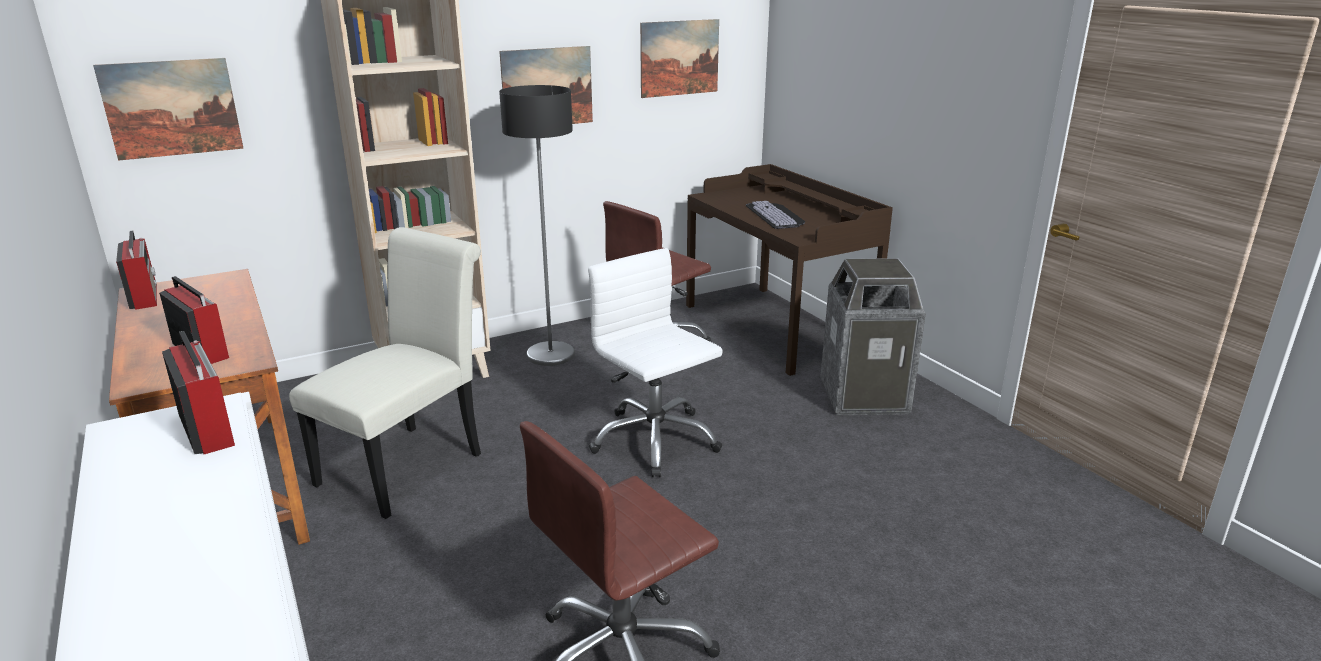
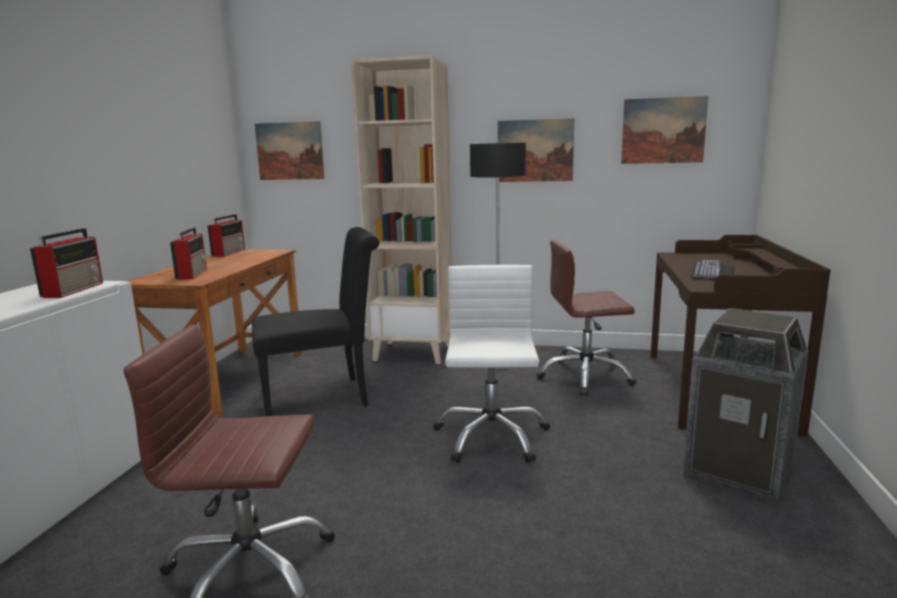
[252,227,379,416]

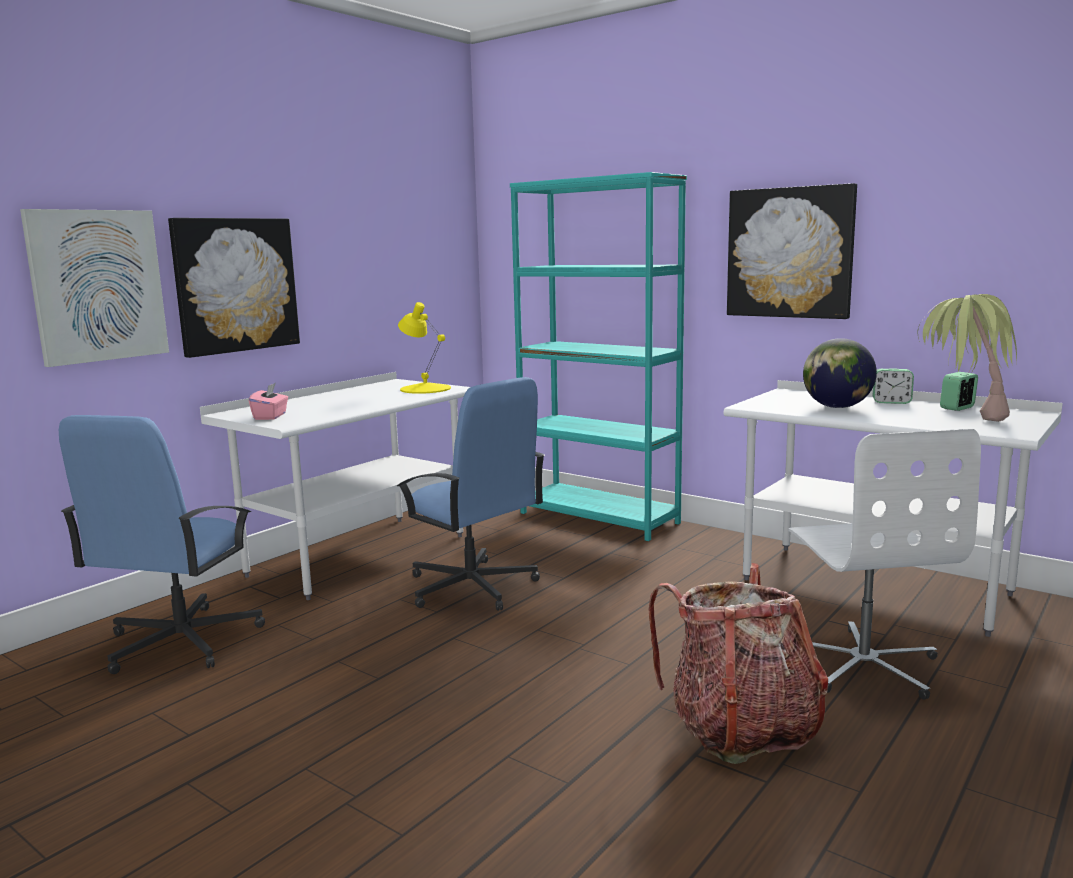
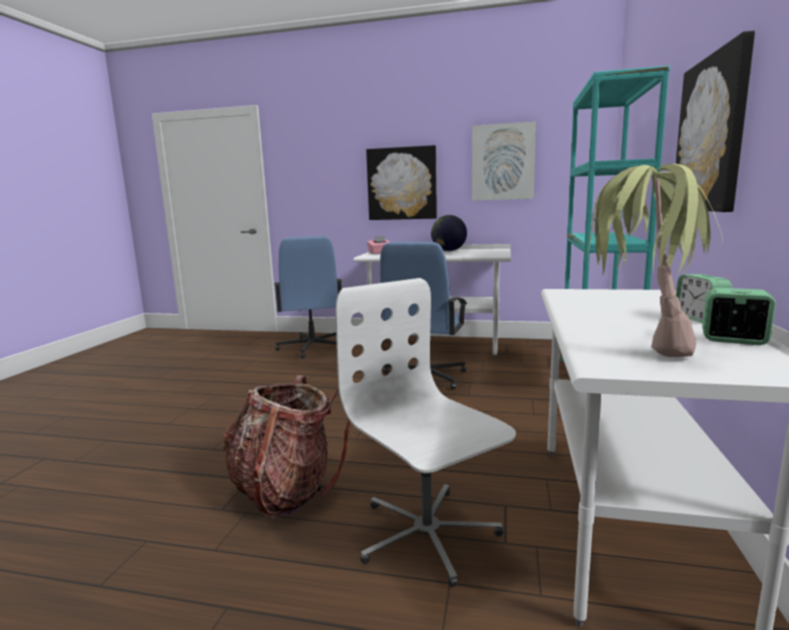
[472,121,536,201]
[274,236,342,358]
[398,302,451,394] (first image)
[335,278,516,587]
[431,215,467,251]

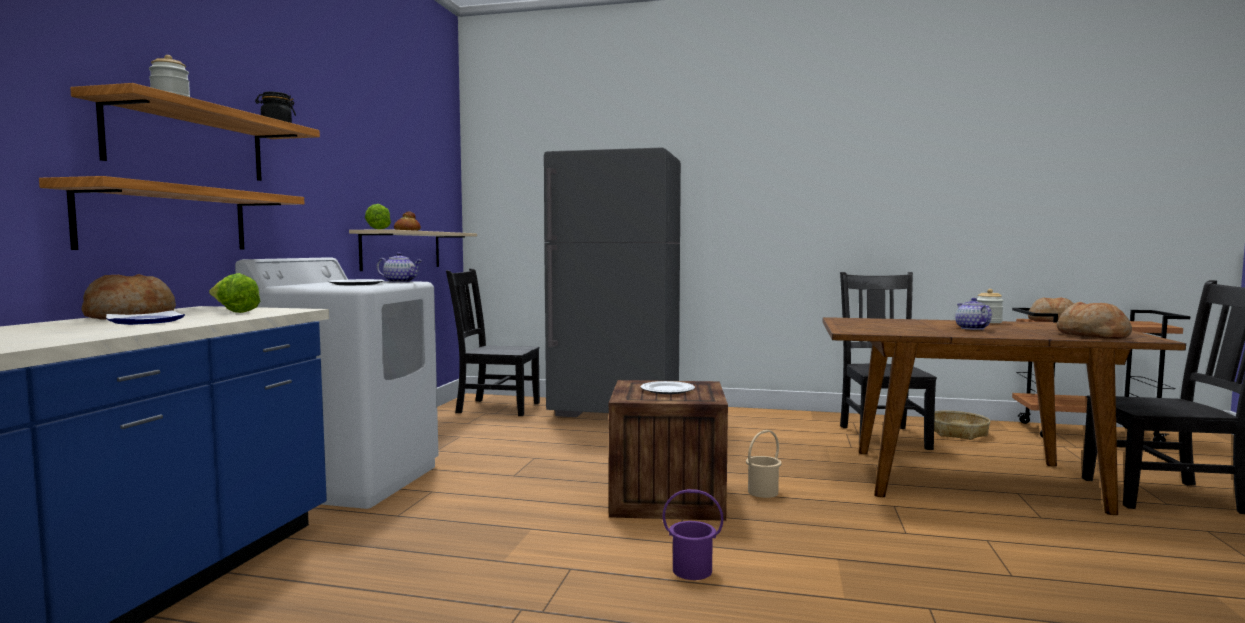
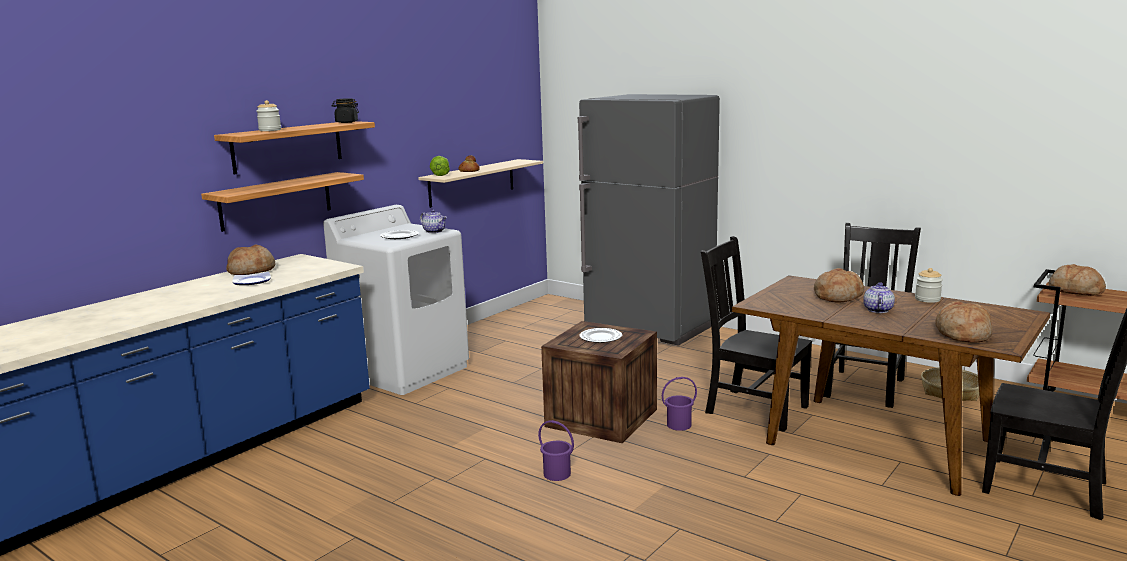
[209,273,260,313] (first image)
[701,236,812,432]
[662,377,697,431]
[814,268,864,302]

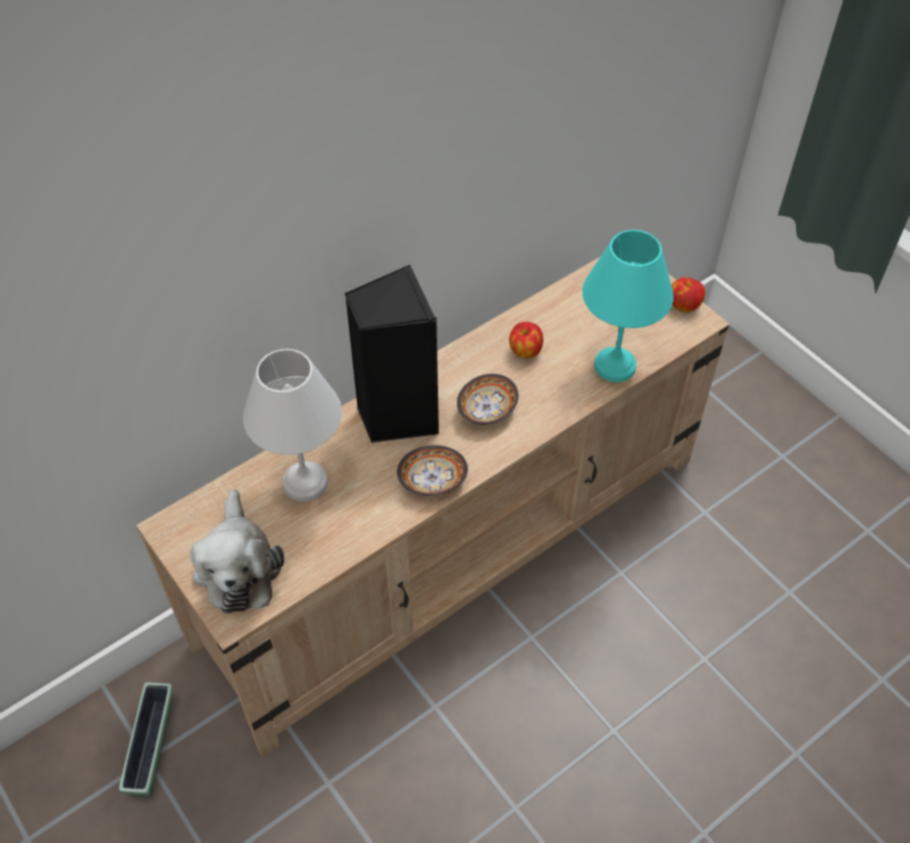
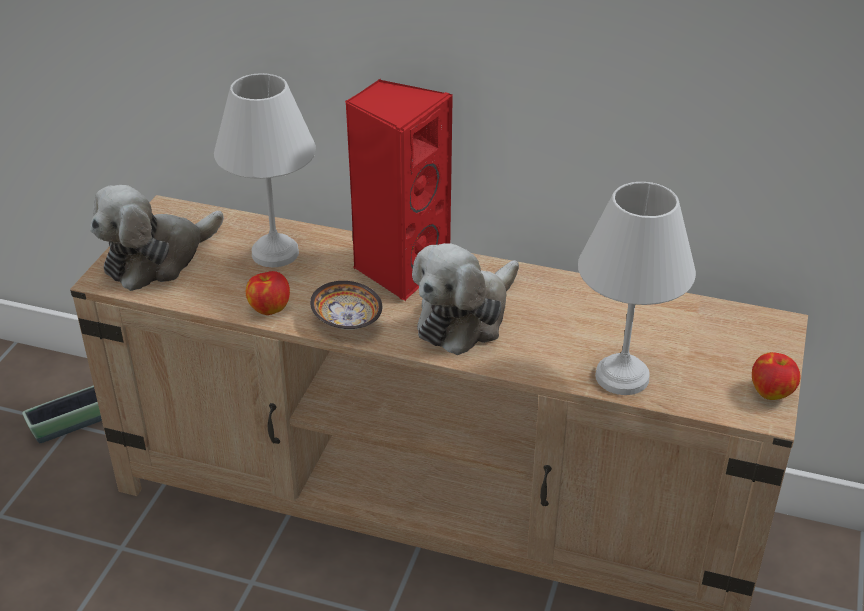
[345,79,453,301]
[412,243,519,355]
[246,271,290,315]
[578,182,696,395]

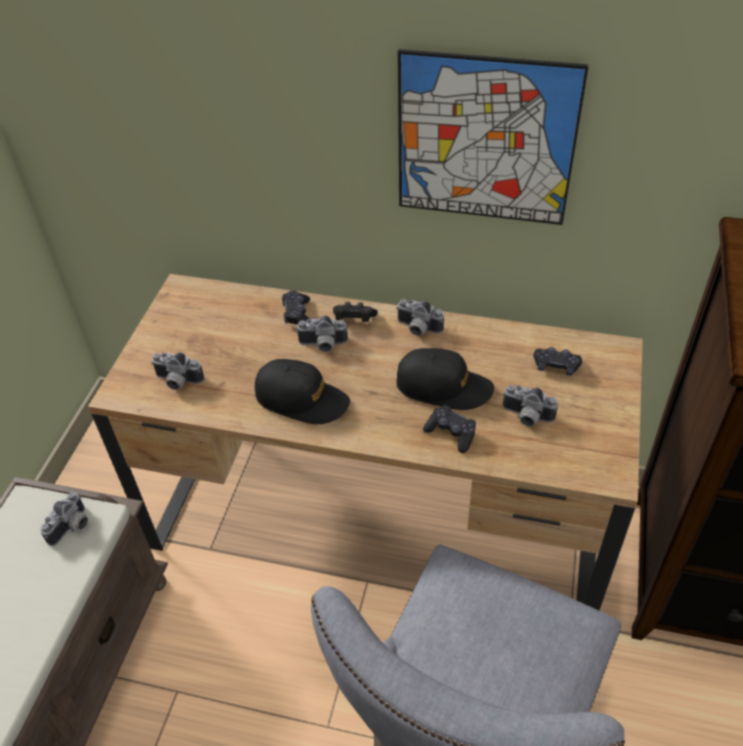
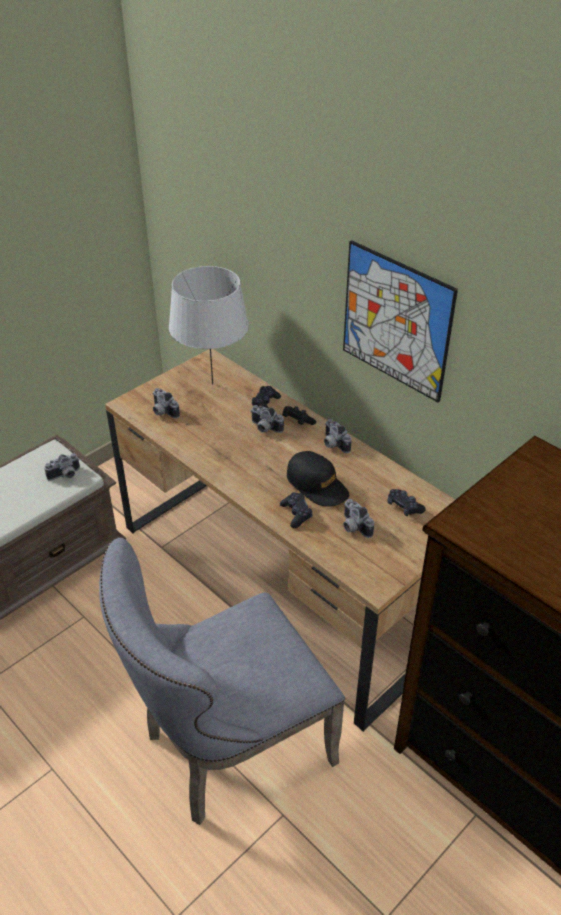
[255,359,350,424] (first image)
[169,266,249,385]

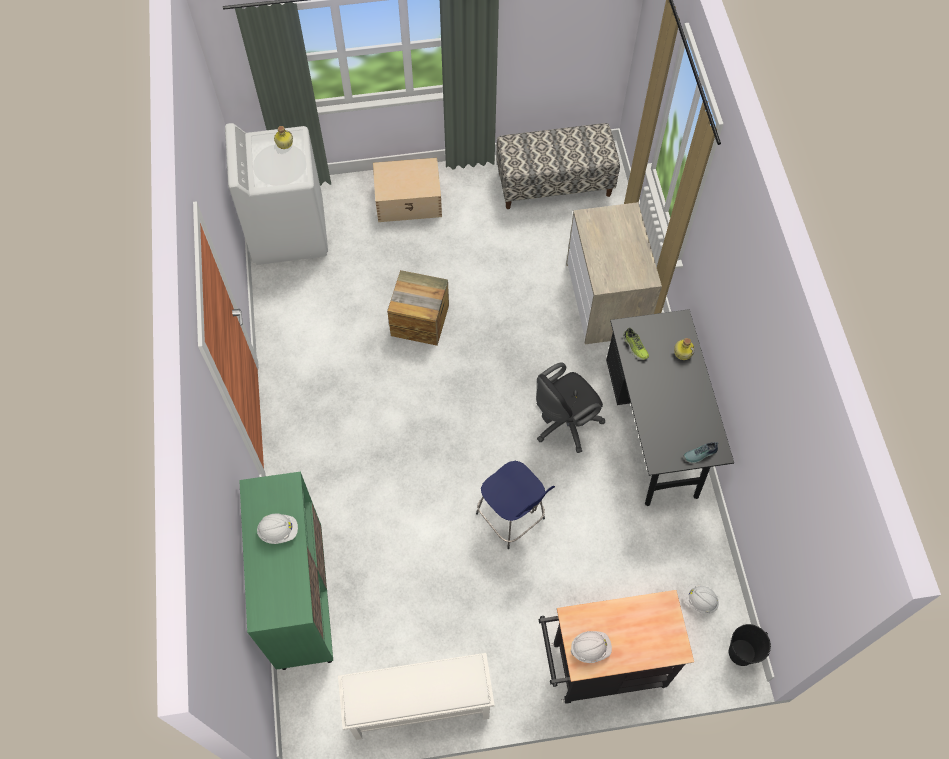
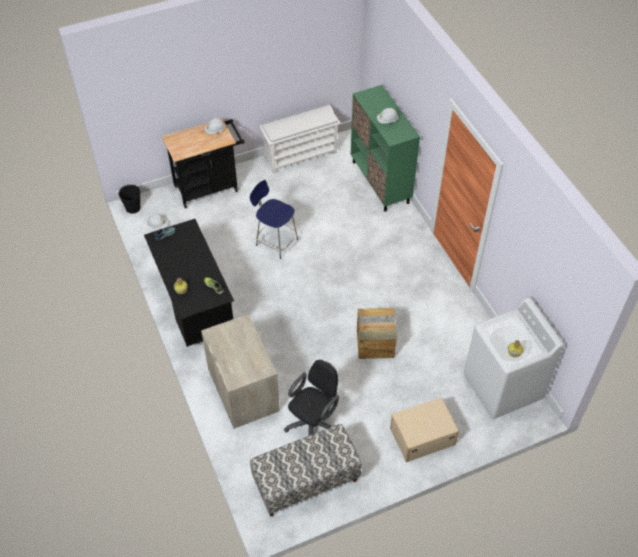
[284,359,339,436]

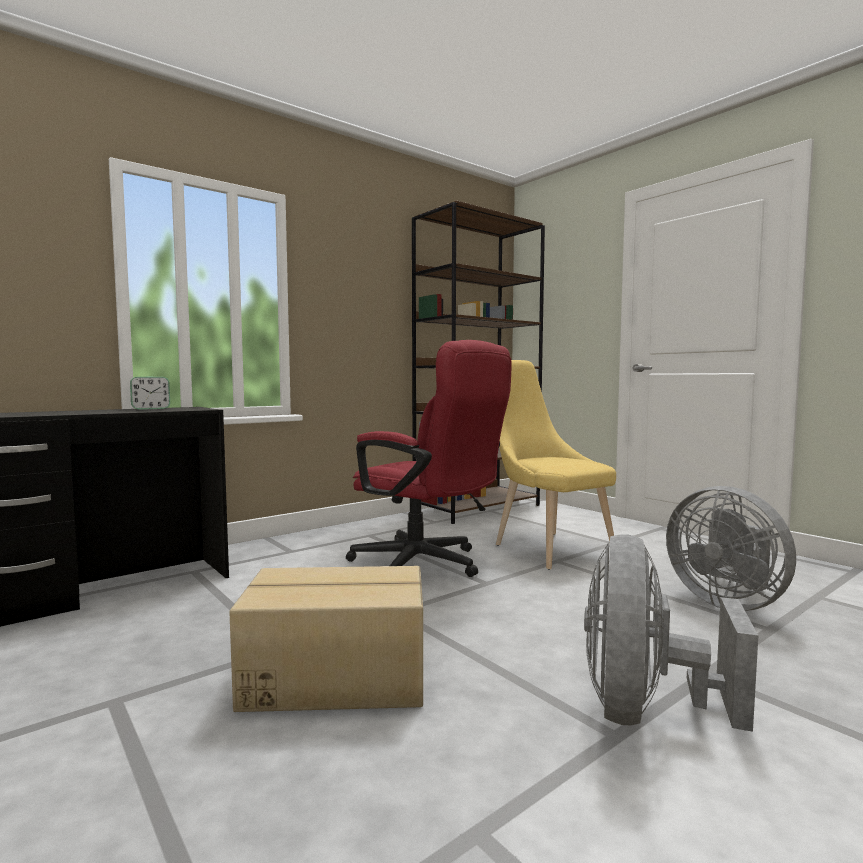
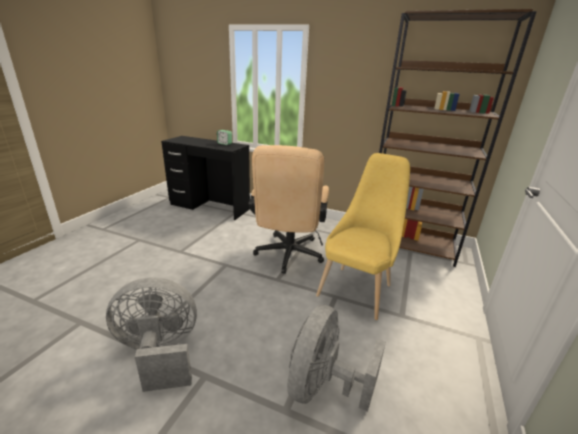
[229,566,423,712] (first image)
[248,145,329,274]

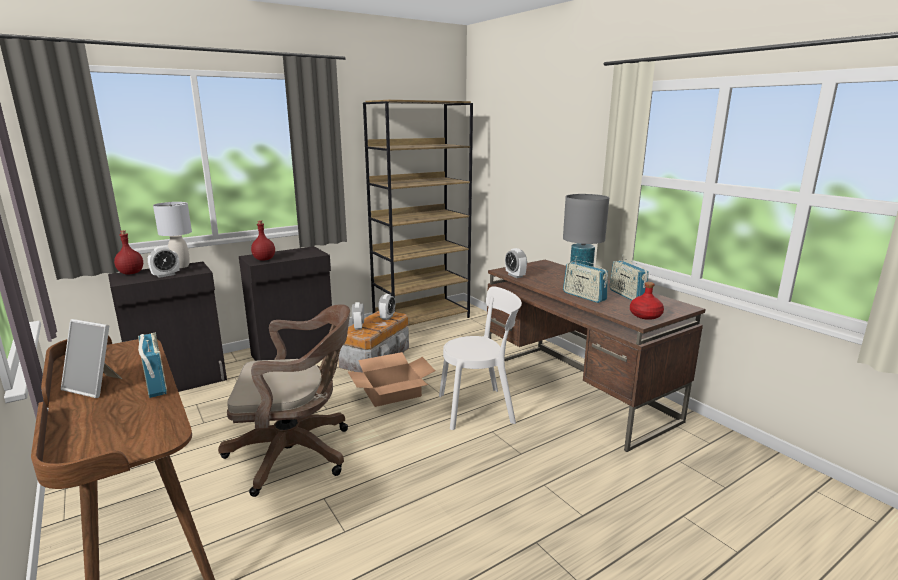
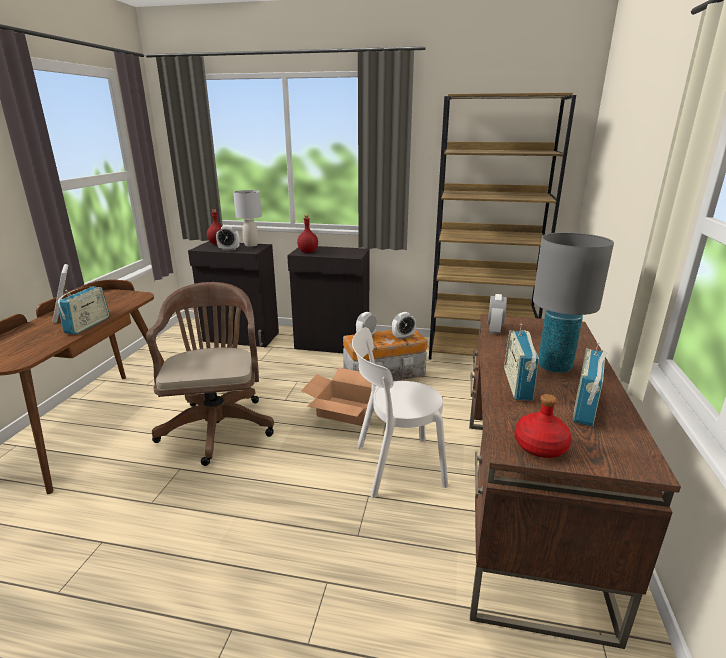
[146,282,274,466]
[352,327,448,498]

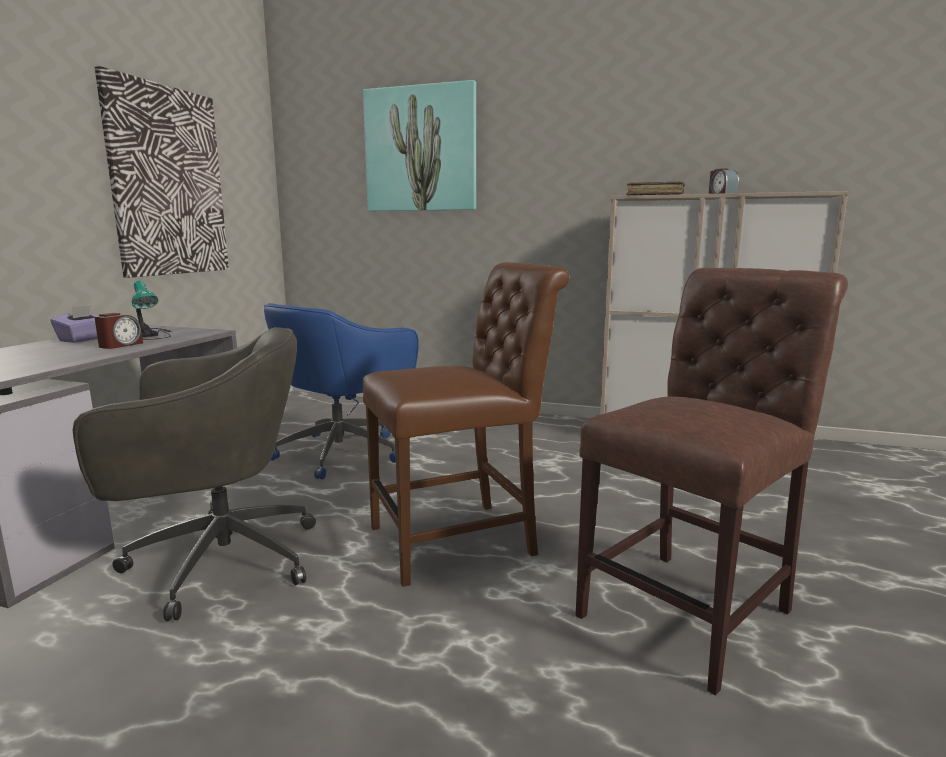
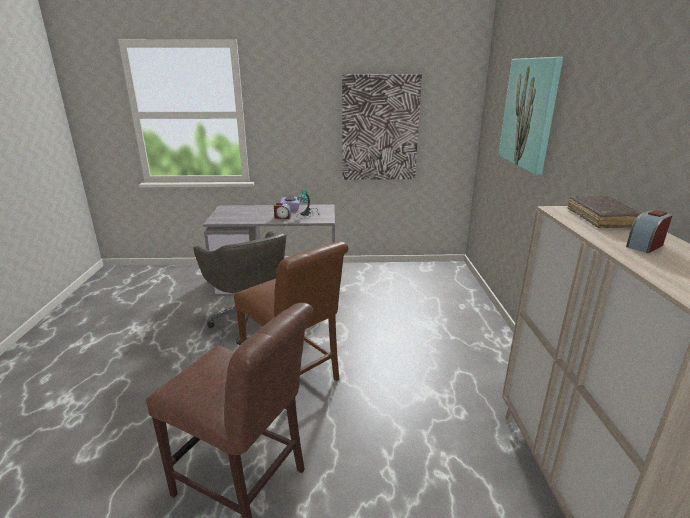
[264,303,419,479] (first image)

